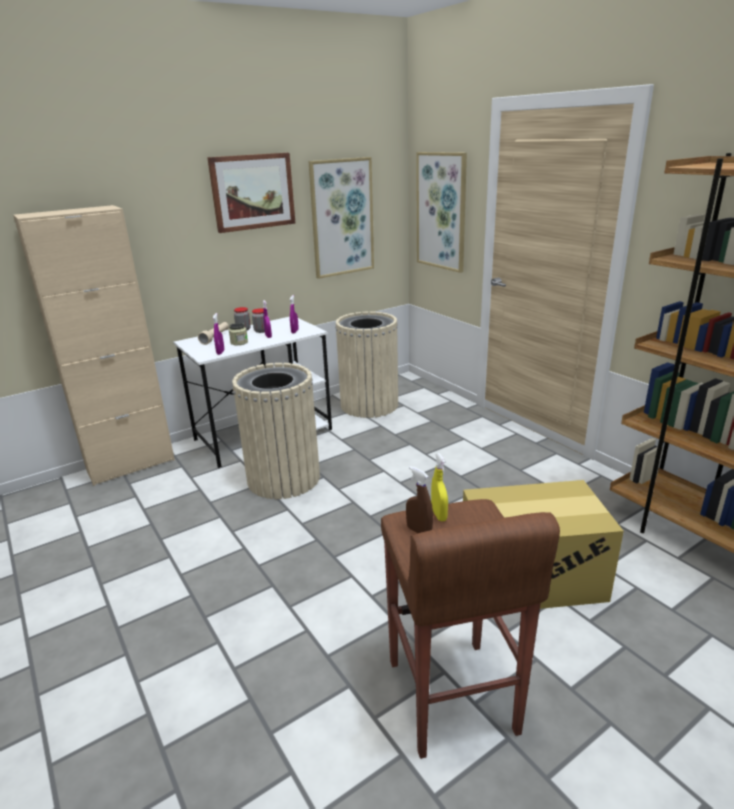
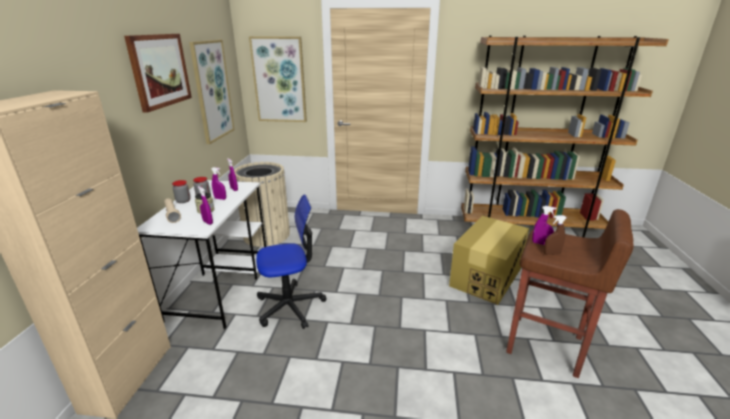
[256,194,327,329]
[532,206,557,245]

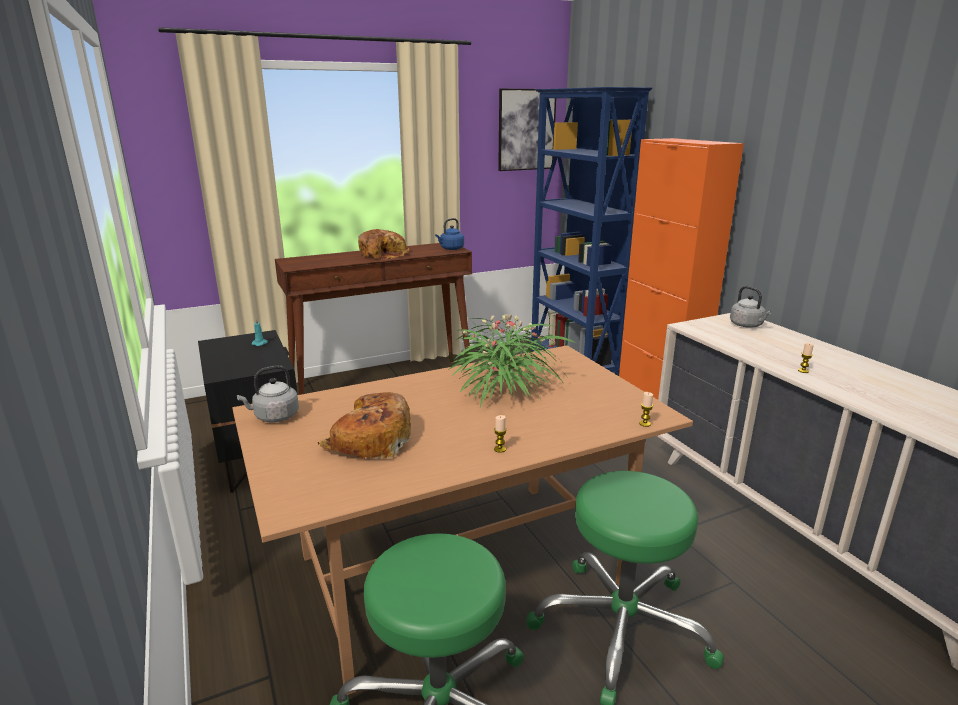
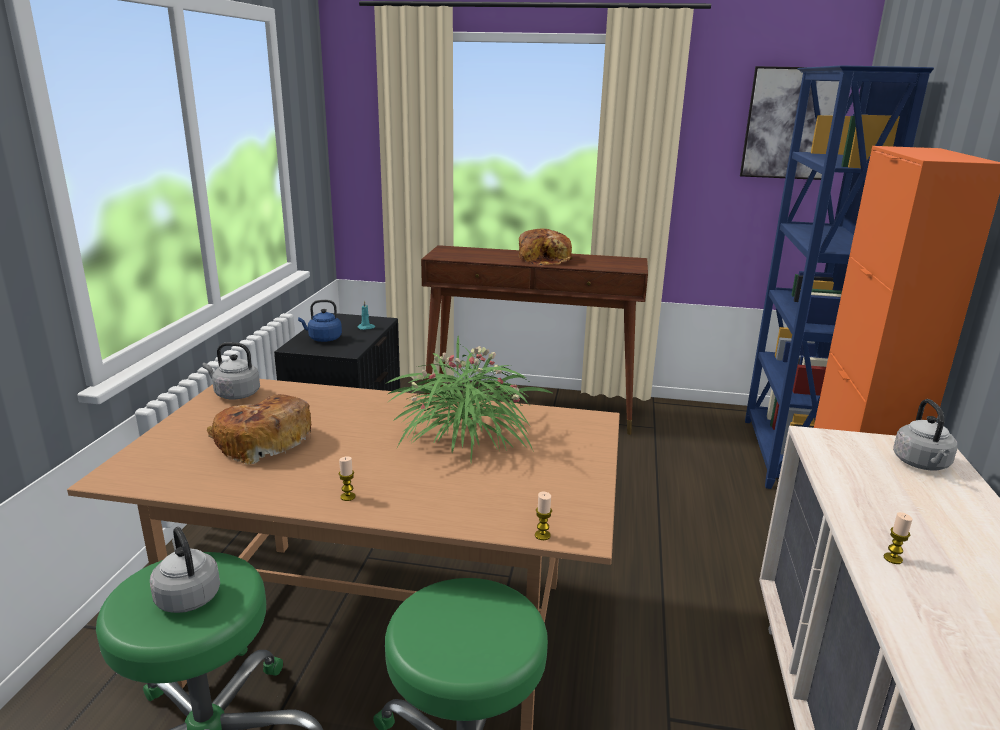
[298,300,342,342]
[150,527,220,613]

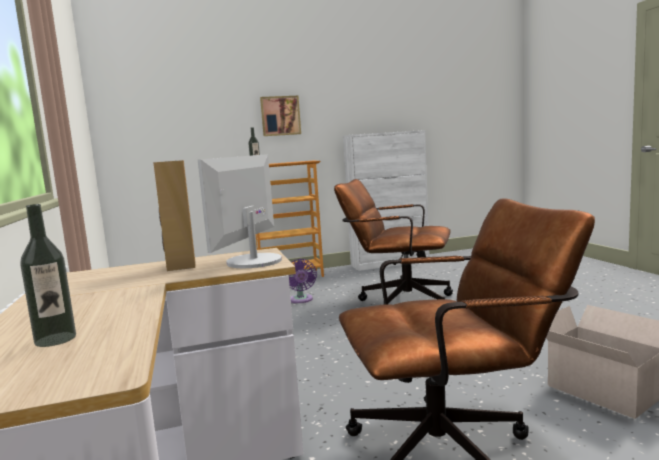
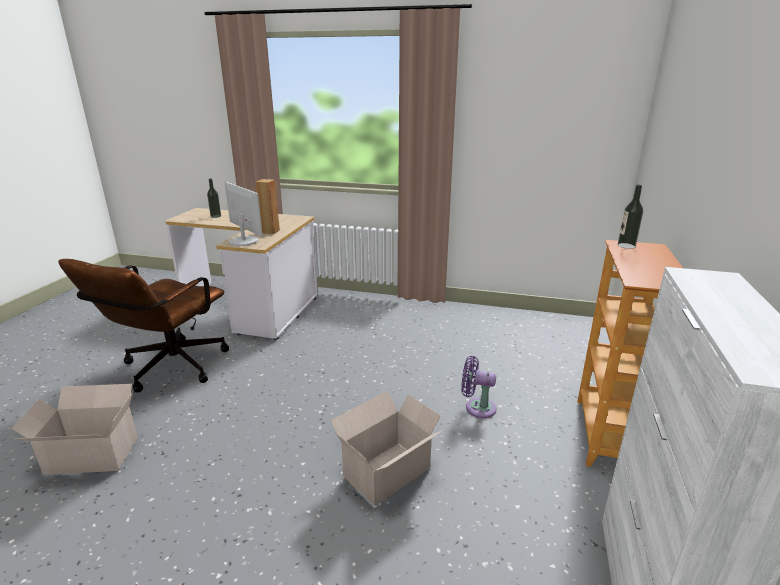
[260,96,301,136] (first image)
[331,391,444,506]

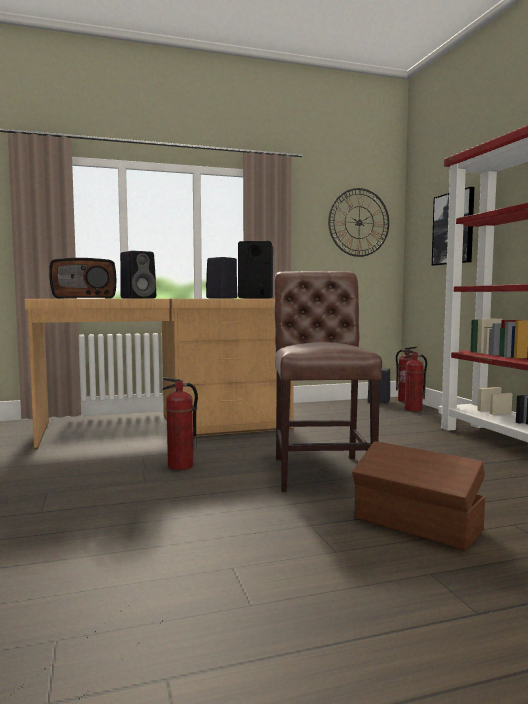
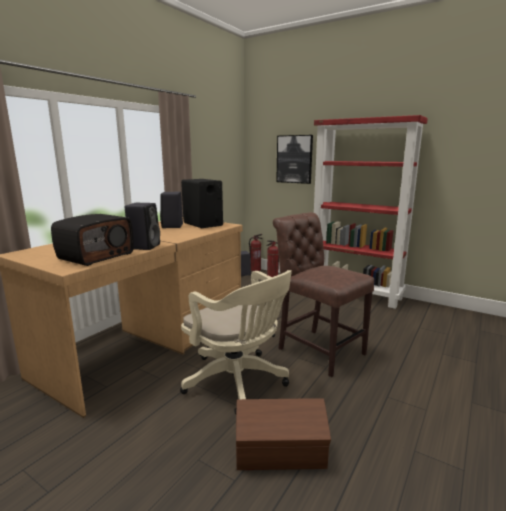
[180,270,292,414]
[328,188,389,257] (first image)
[236,398,331,470]

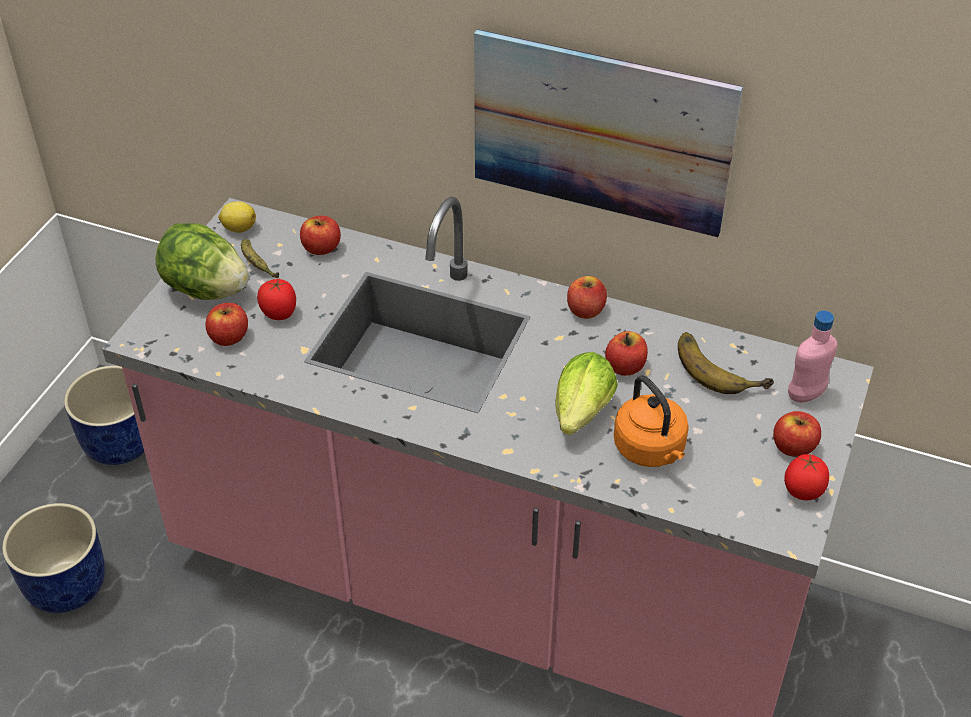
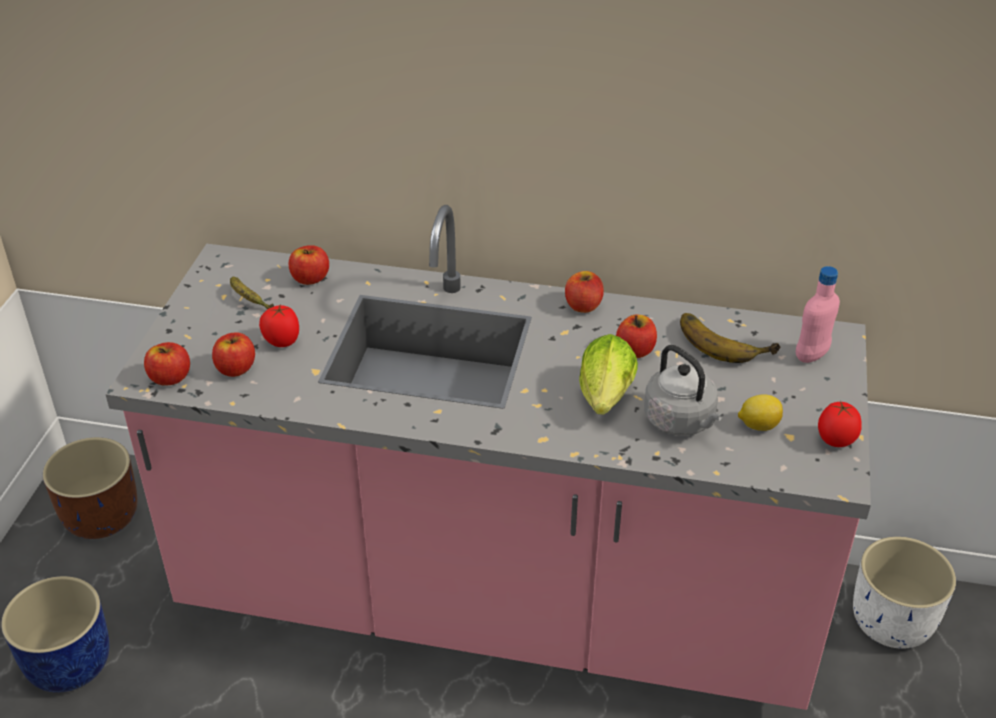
[43,437,137,539]
[155,223,249,300] (first image)
[738,394,783,431]
[474,29,743,237] (first image)
[644,345,724,436]
[144,342,190,386]
[853,537,956,649]

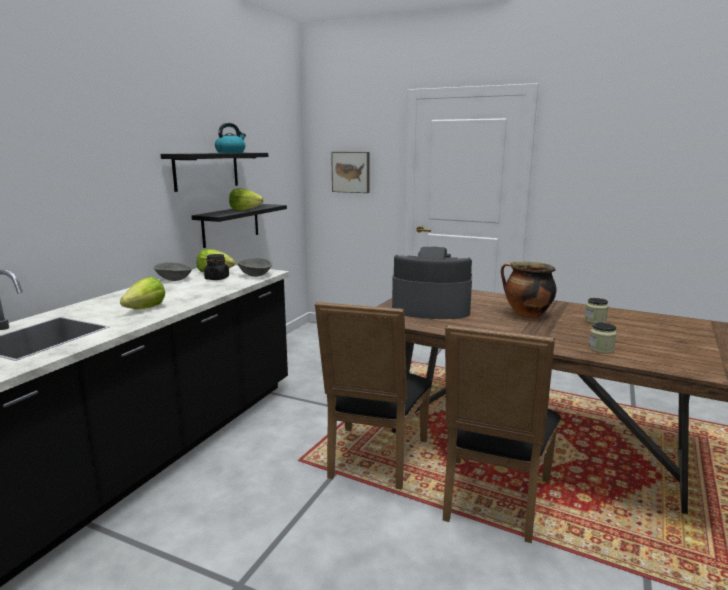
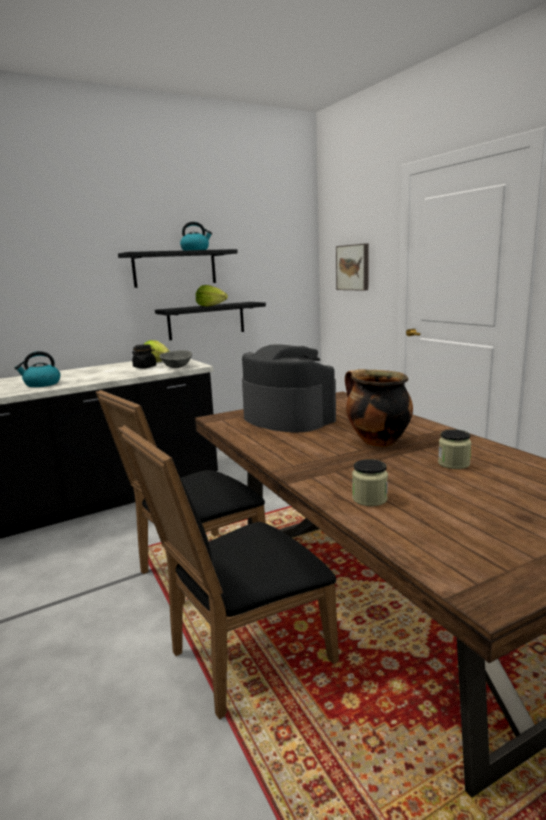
[15,351,60,387]
[154,262,192,281] (first image)

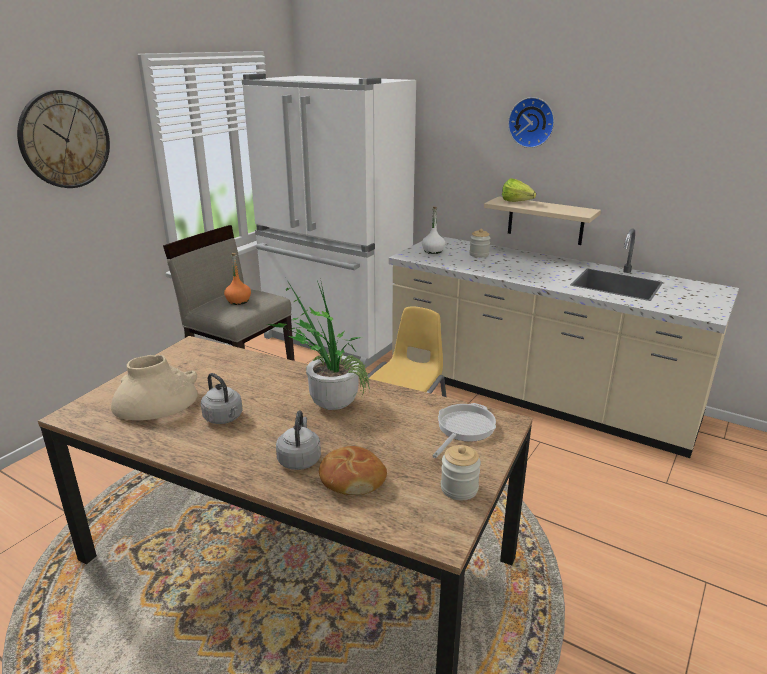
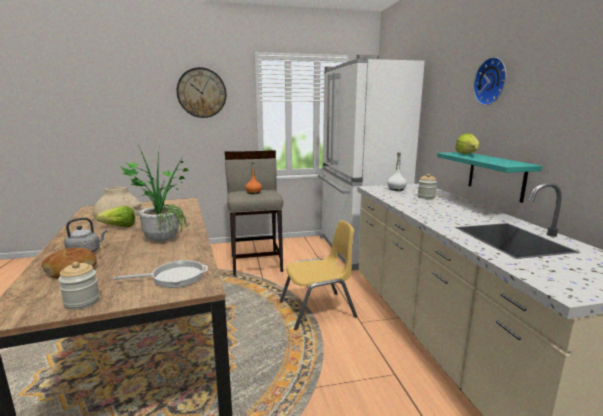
[96,206,135,227]
[437,152,542,203]

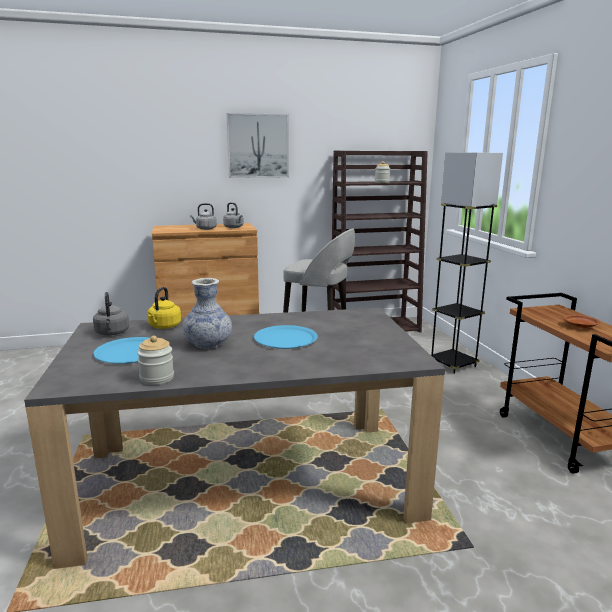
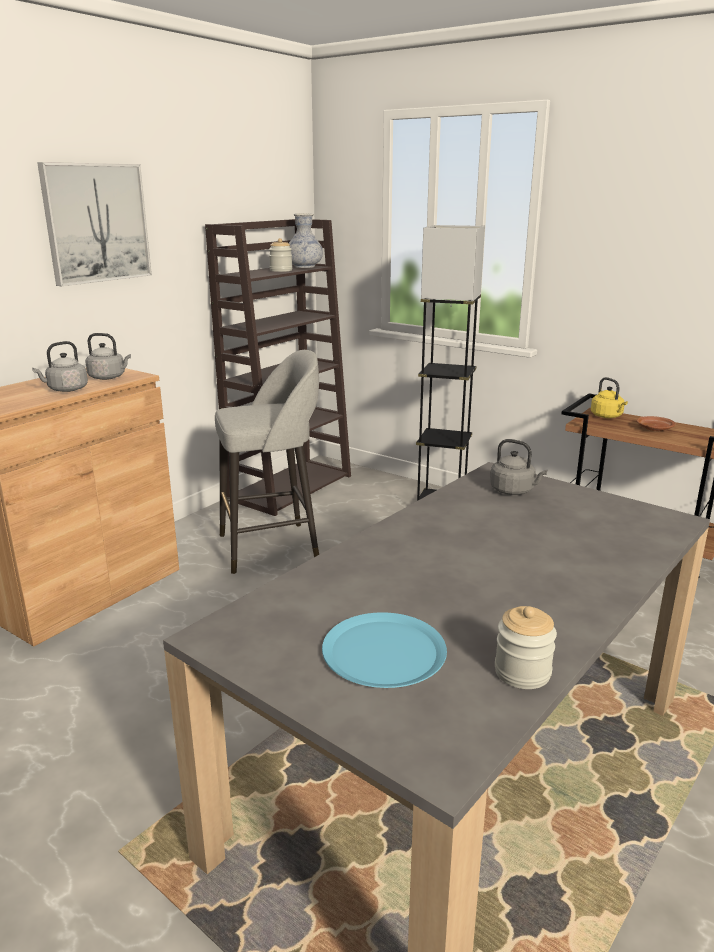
[490,439,547,495]
[591,377,628,418]
[288,213,323,268]
[254,325,318,349] (first image)

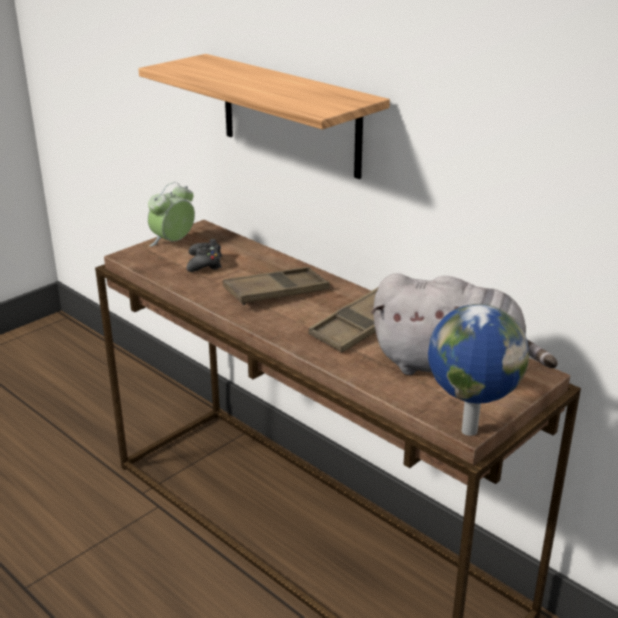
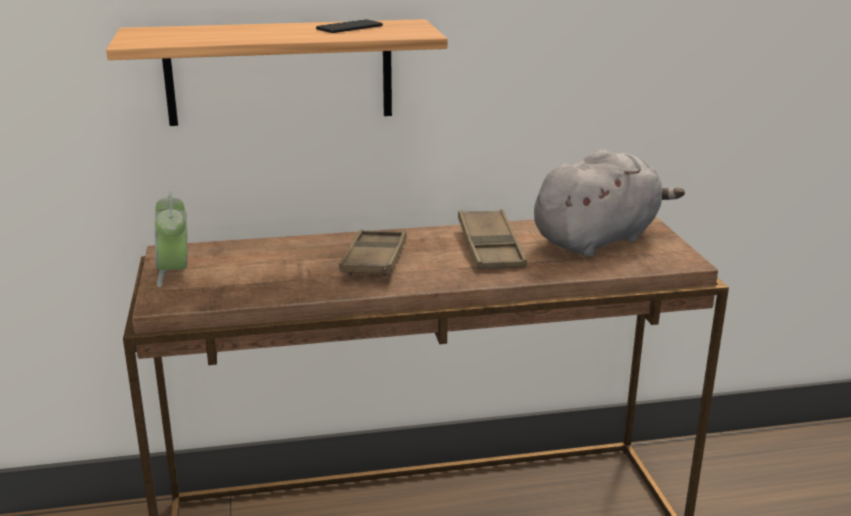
[187,239,222,272] (first image)
[428,304,529,436] (first image)
[316,19,383,33]

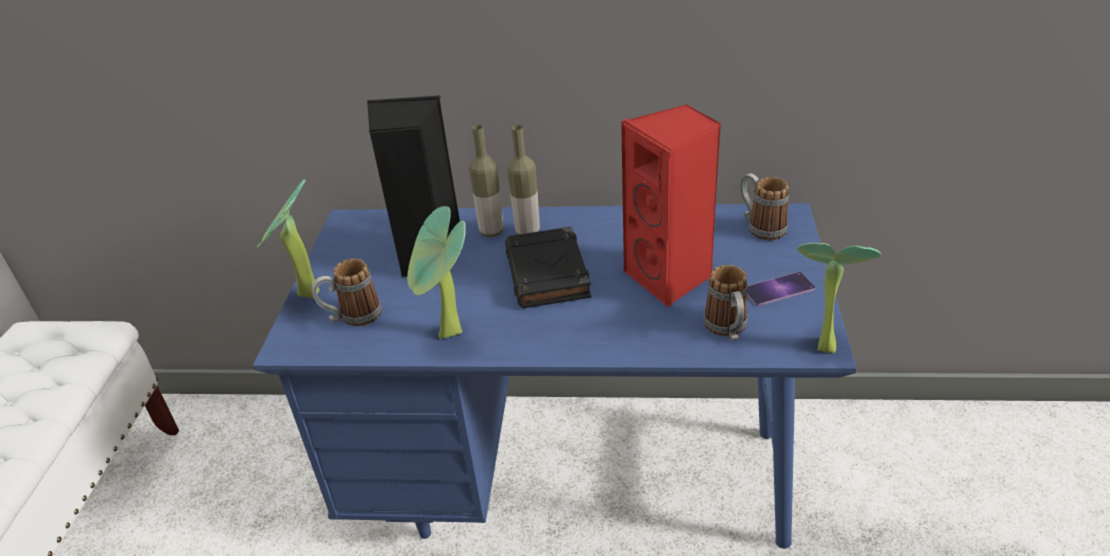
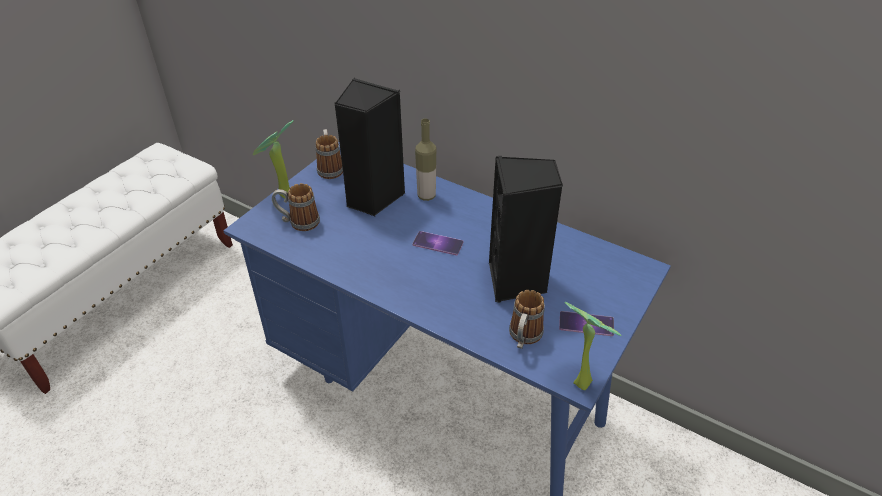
[407,206,466,339] (first image)
[412,231,464,255]
[507,125,540,235] (first image)
[489,156,563,302]
[315,129,343,179]

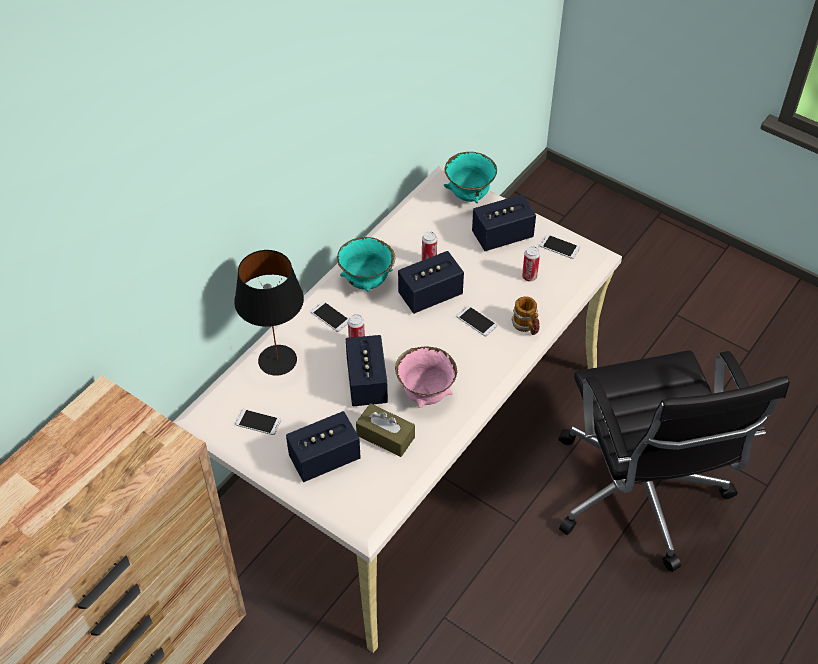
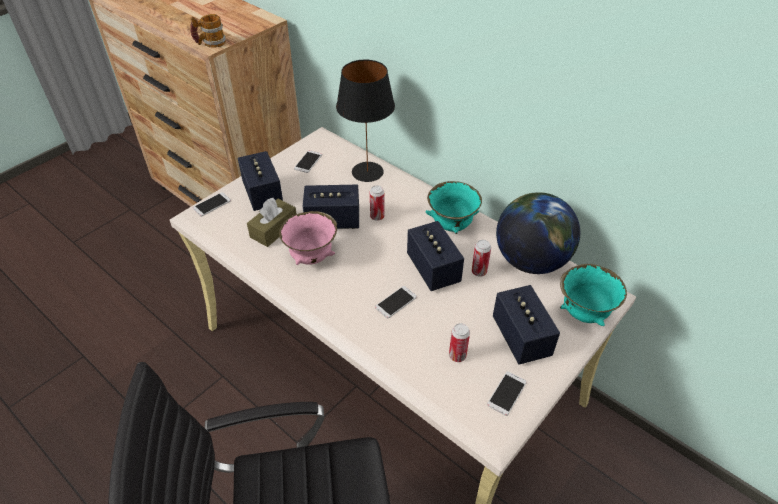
[192,192,231,217]
[190,14,226,48]
[496,192,580,274]

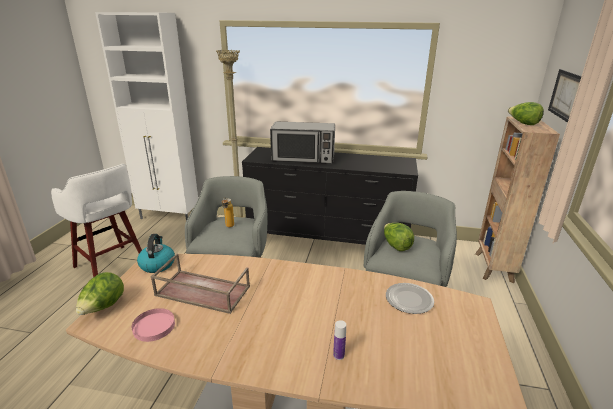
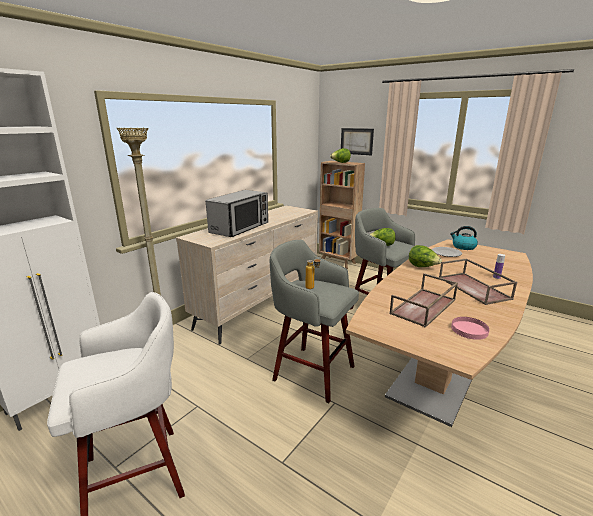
[409,245,442,267]
[450,226,478,250]
[176,205,318,345]
[439,258,518,305]

